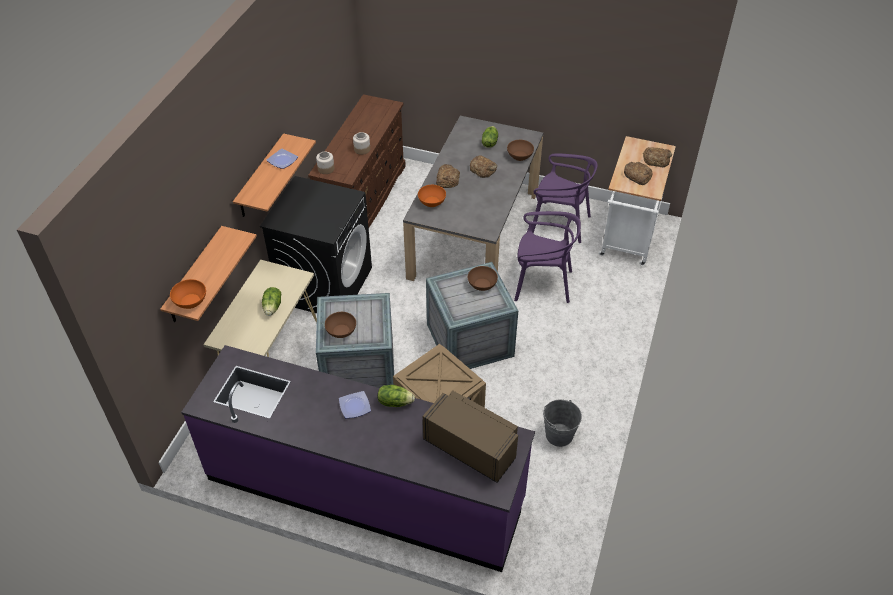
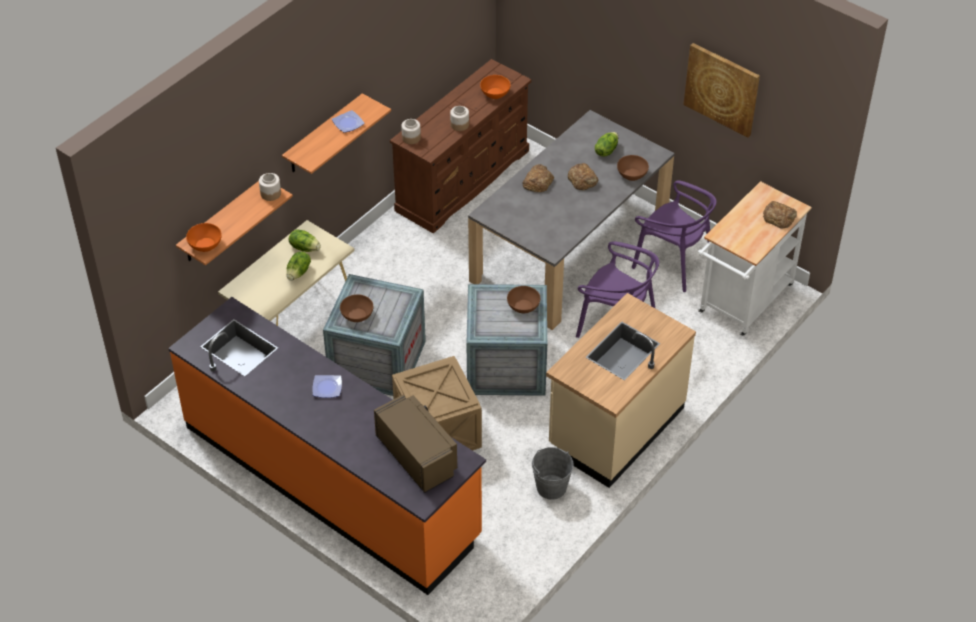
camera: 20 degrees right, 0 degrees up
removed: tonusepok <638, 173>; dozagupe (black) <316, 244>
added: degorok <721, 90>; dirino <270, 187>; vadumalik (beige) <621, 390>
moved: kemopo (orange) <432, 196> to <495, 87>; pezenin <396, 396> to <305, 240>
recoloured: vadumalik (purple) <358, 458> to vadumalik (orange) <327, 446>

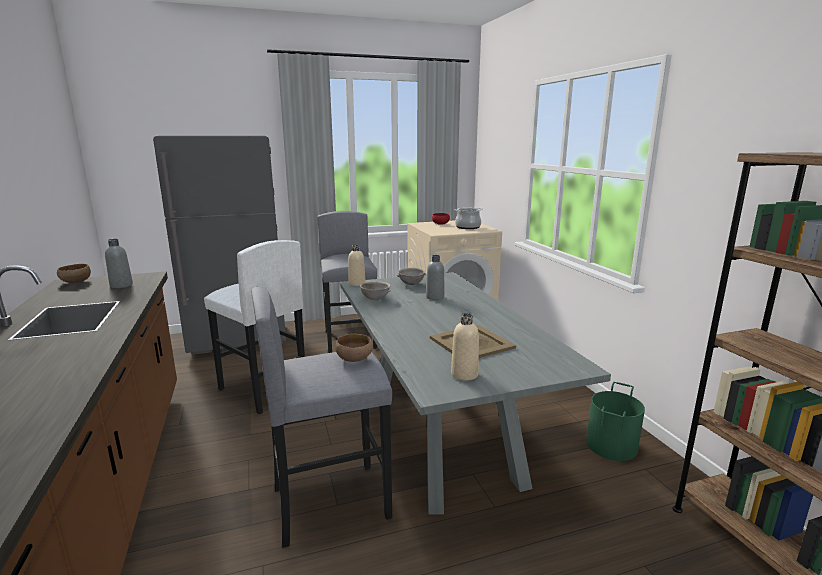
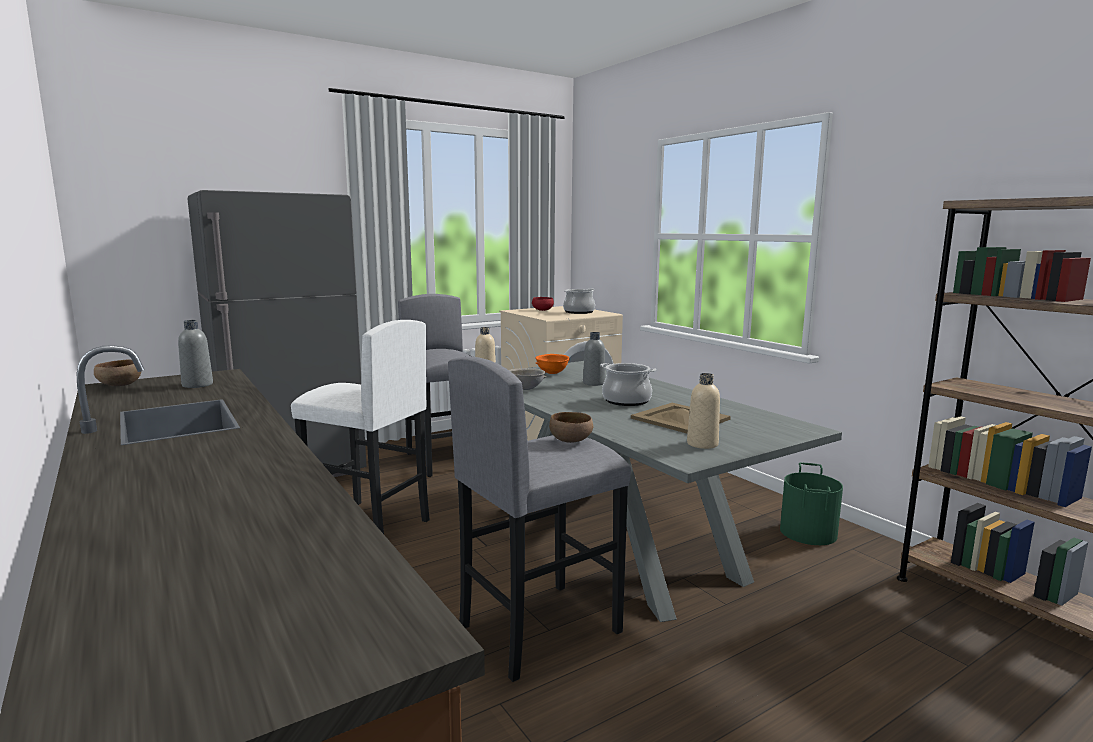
camera: 15 degrees left, 5 degrees down
added: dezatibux <628, 384>
recoloured: kemopo (grey) <411, 276> to kemopo (orange) <552, 364>

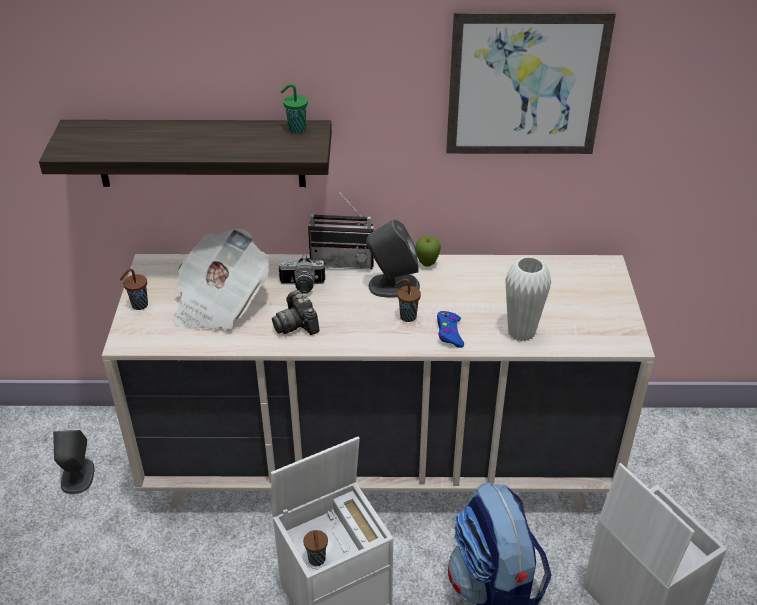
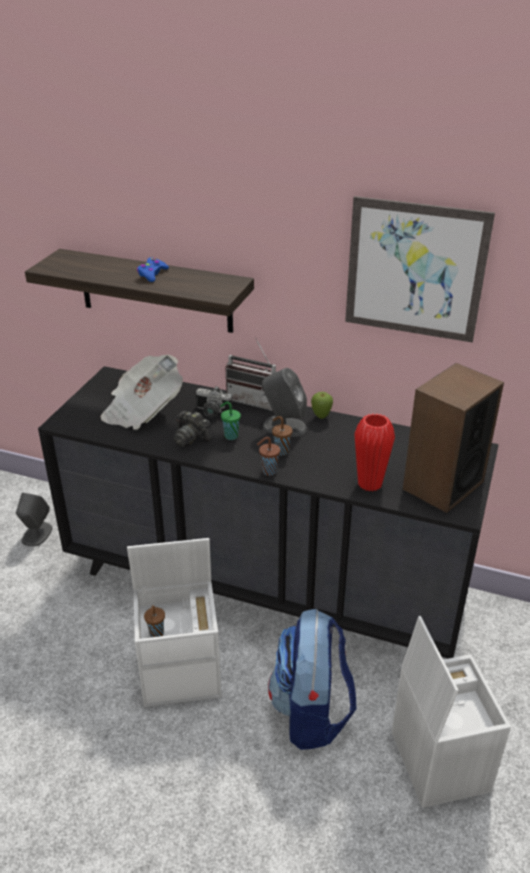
camera: 20 degrees right, 5 degrees down
added: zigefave <453, 438>
moved: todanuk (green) <294, 108> to <230, 421>; todanuk (brown) <134, 289> to <268, 456>; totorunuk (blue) <450, 329> to <153, 269>
recoloured: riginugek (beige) <378, 381> to riginugek (black) <268, 512>; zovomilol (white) <528, 299> to zovomilol (red) <374, 452>
turned: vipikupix <296, 312> = <193, 429> 45 degrees counterclockwise

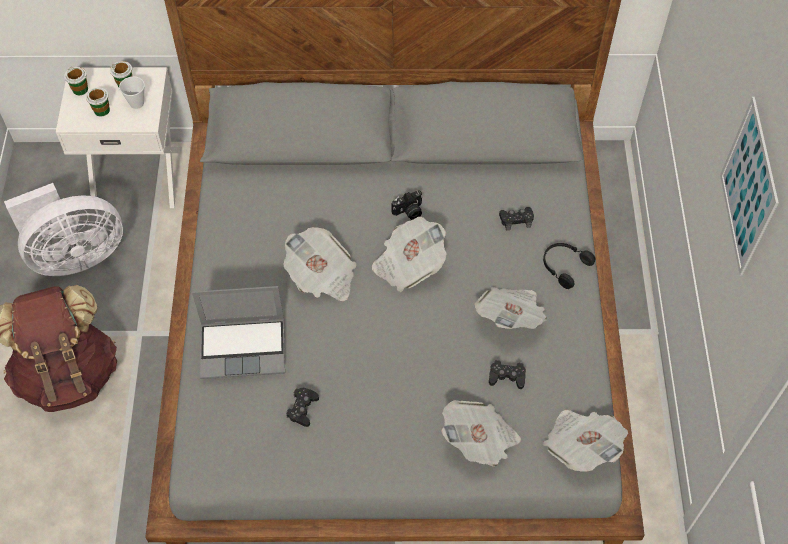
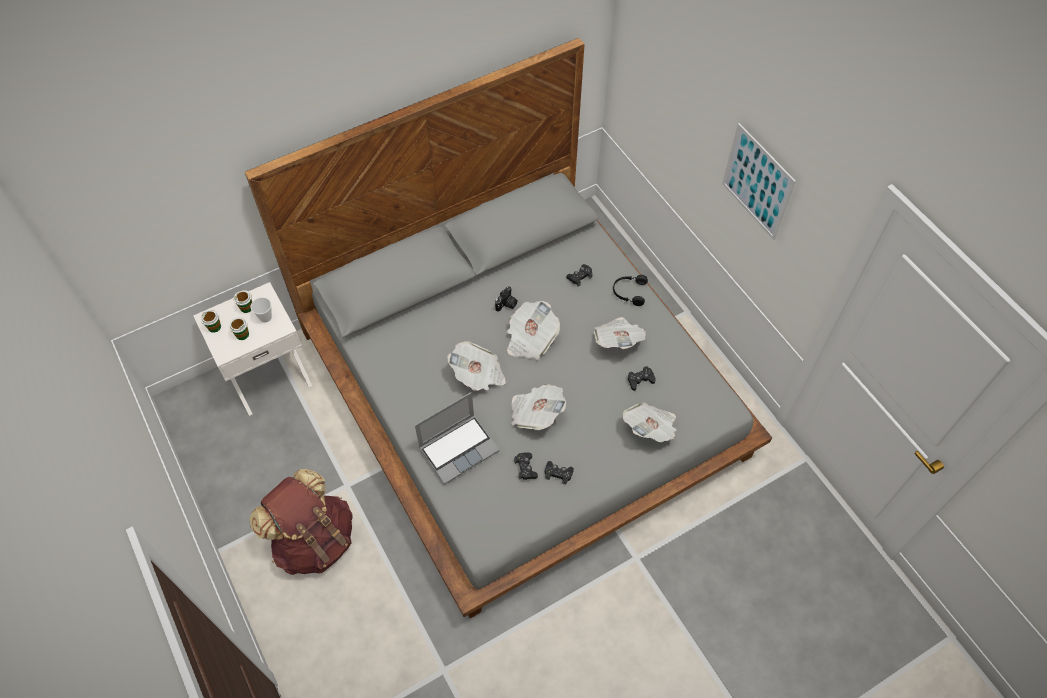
camera: 30 degrees left, 0 degrees up
removed: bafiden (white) <63, 229>
added: totorunuk (black) <559, 473>
moved: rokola <585, 441> to <539, 407>

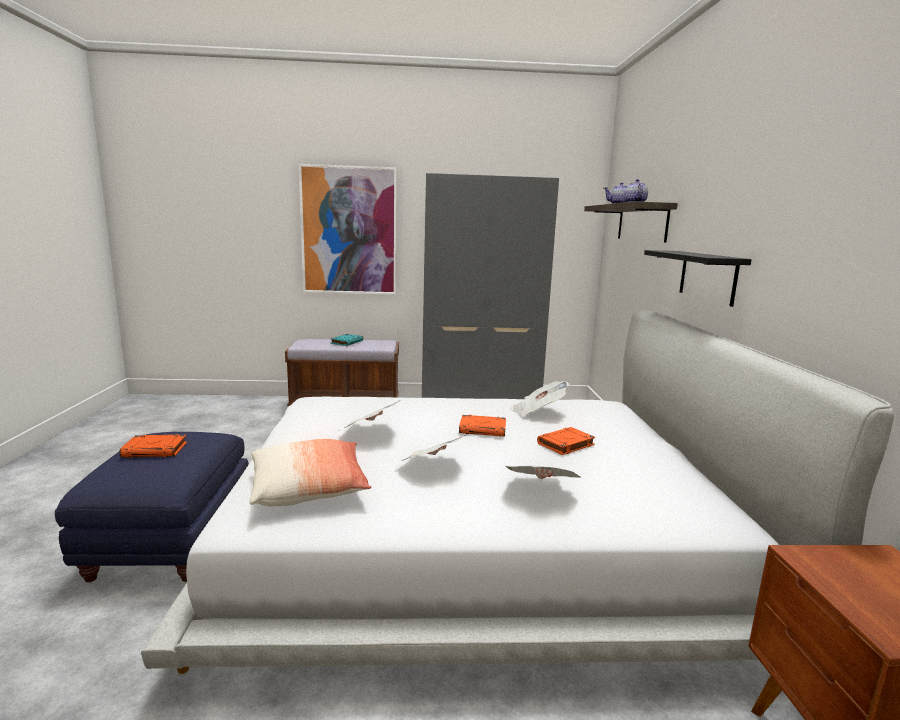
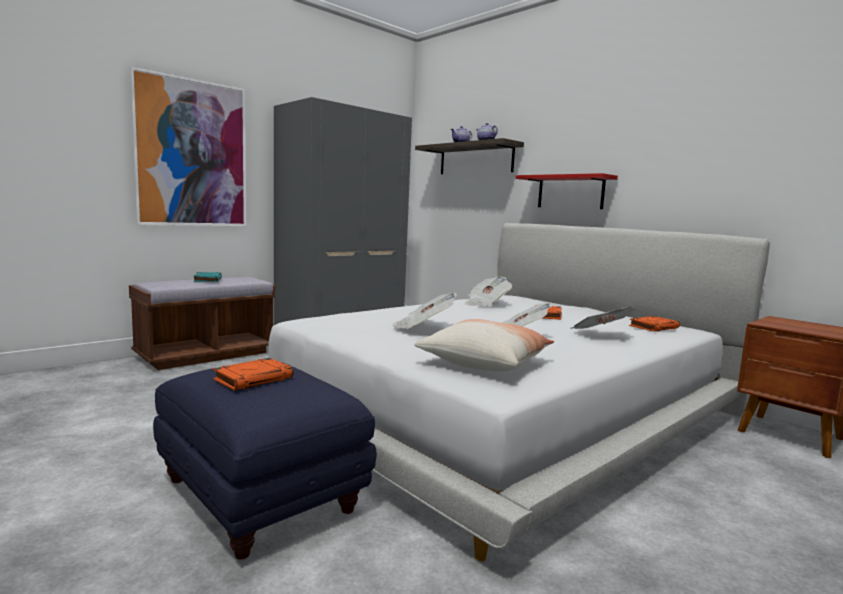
camera: 40 degrees left, 5 degrees down
moved: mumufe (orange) <482, 426> to <654, 324>
recoloured: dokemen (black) <698, 278> to dokemen (red) <567, 191>

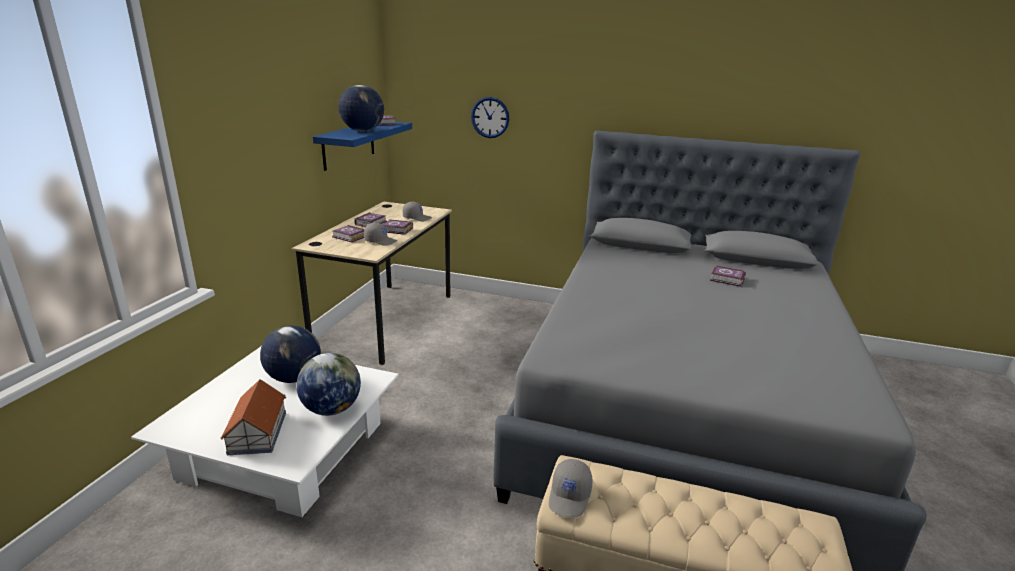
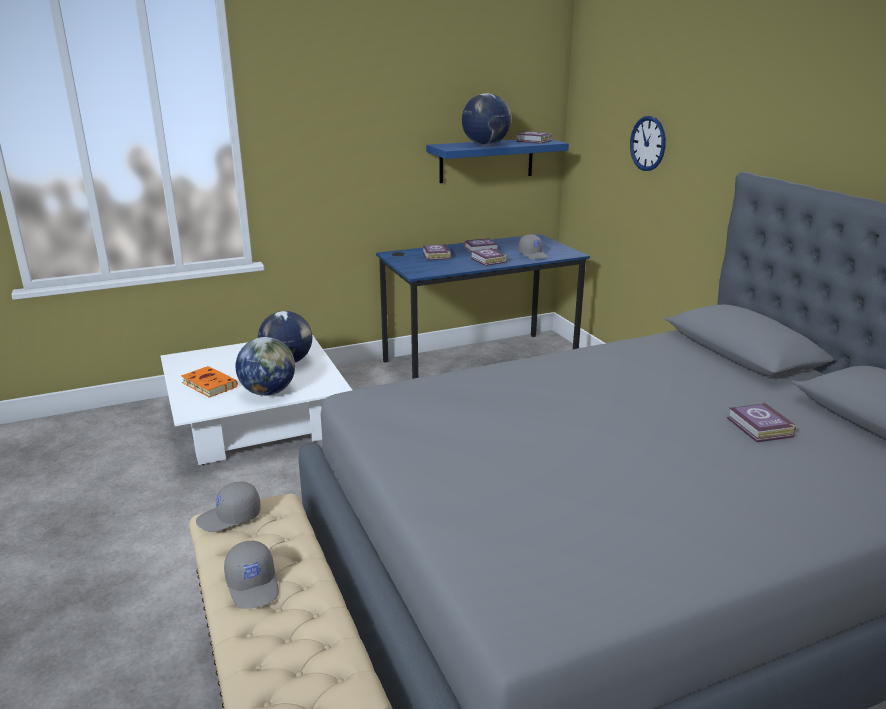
camera: 50 degrees right, 0 degrees up
moved: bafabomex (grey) <380, 234> to <251, 574>
replaced: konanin <253, 417> to mumufe (orange) <209, 382>
recoloured: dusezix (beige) <372, 283> to dusezix (blue) <483, 306>

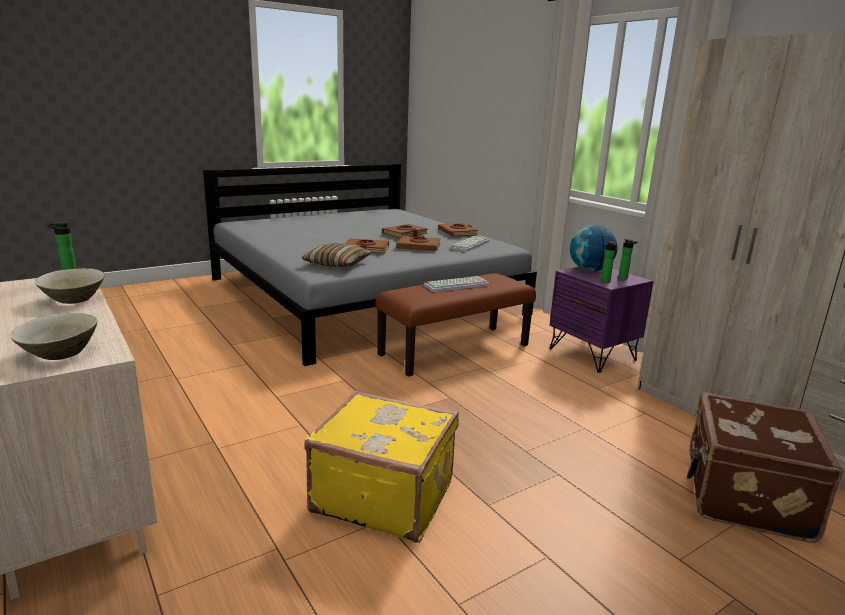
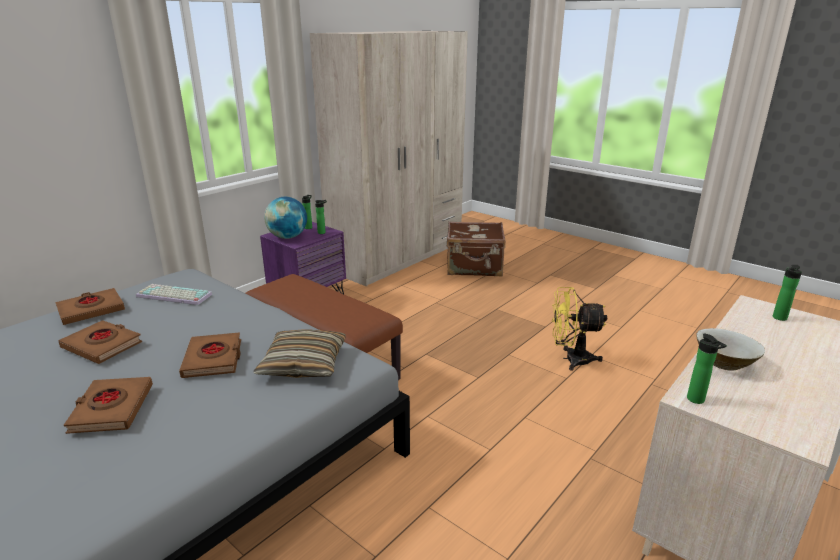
camera: 105 degrees left, 5 degrees up
removed: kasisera <457, 284>
moved: mumufe (brown) <418, 243> to <108, 405>
replaced: kemopo (beige) <54, 336> to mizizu <787, 293>; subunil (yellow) <381, 467> to bafiden (yellow) <579, 329>

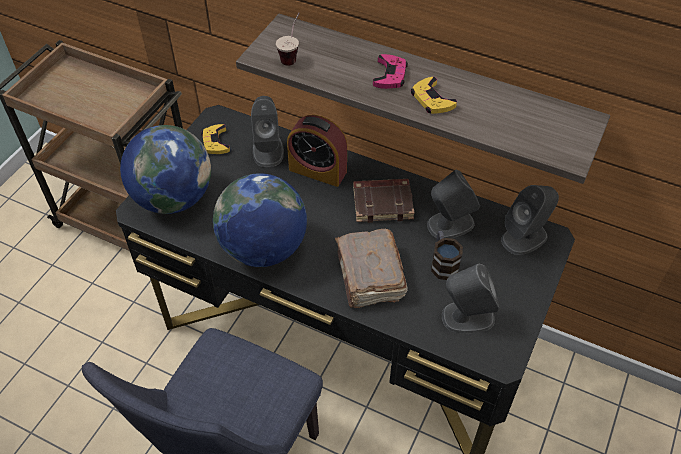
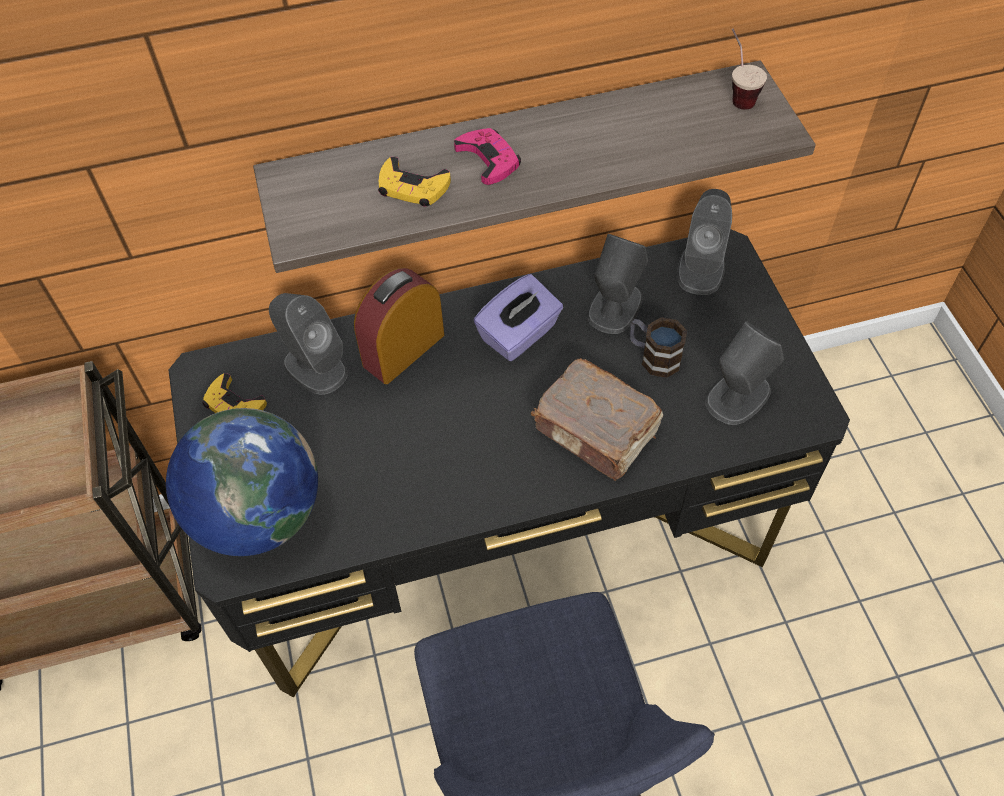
camera: 40 degrees left, 5 degrees up
removed: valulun <260, 220>
moved: todanuk <288, 39> to <749, 69>; totorunuk (yellow) <434, 95> to <414, 181>
replaced: mumufe (brown) <384, 201> to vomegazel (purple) <518, 317>
turned: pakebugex <317, 151> = <399, 326> 150 degrees clockwise

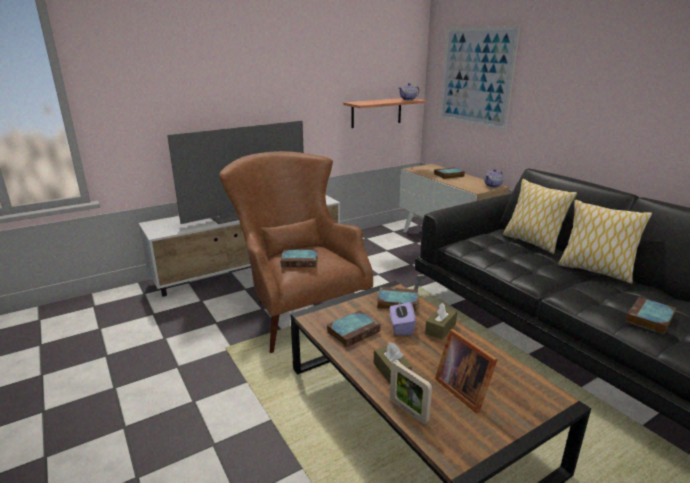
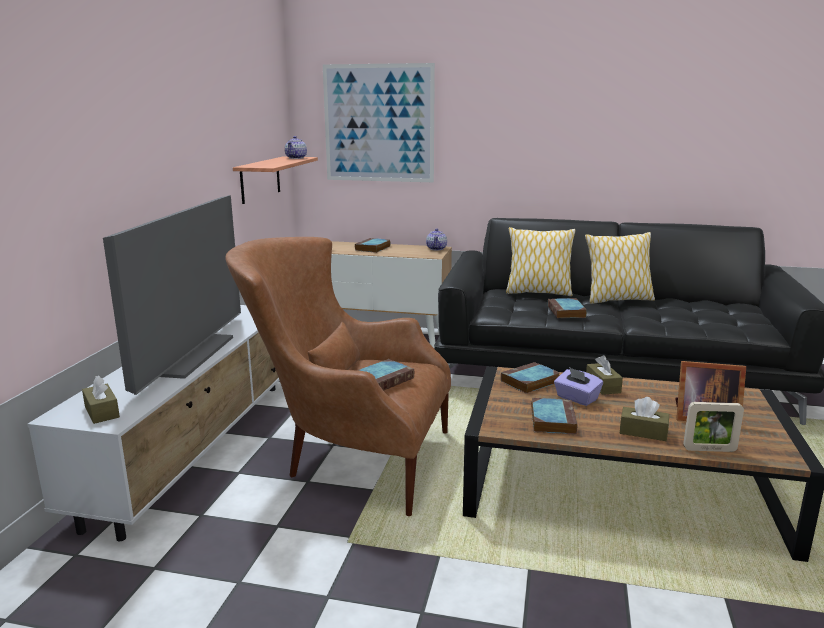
camera: 45 degrees left, 5 degrees down
added: vomegazel (brown) <101, 399>
moved: mumufe <651, 315> to <567, 308>

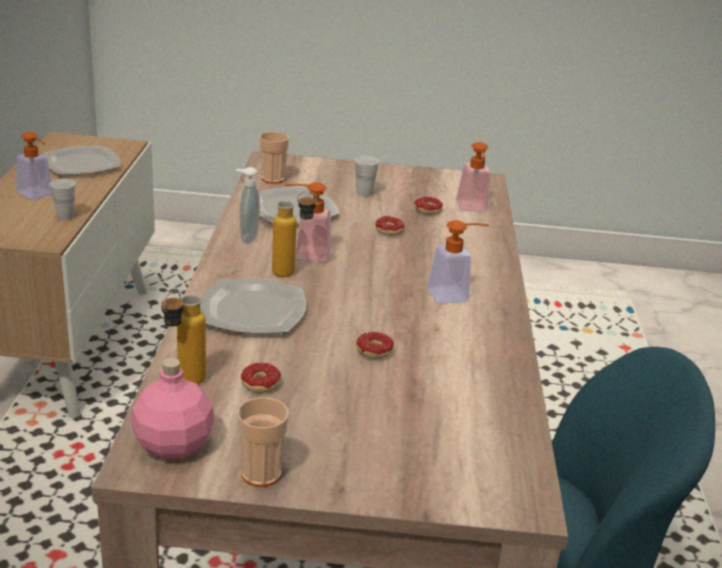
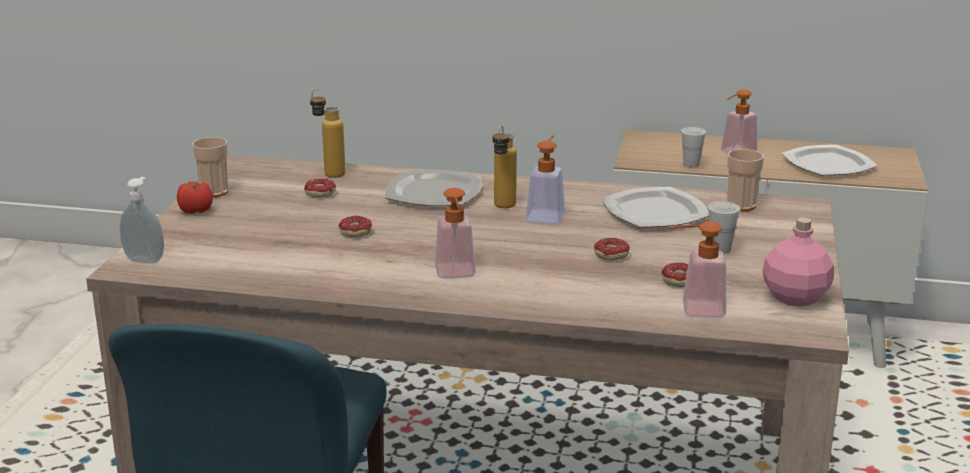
camera: 100 degrees right, 5 degrees down
added: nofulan <195, 197>
moved: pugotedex <248, 205> to <142, 220>; mizizu (pink) <172, 408> to <798, 262>

